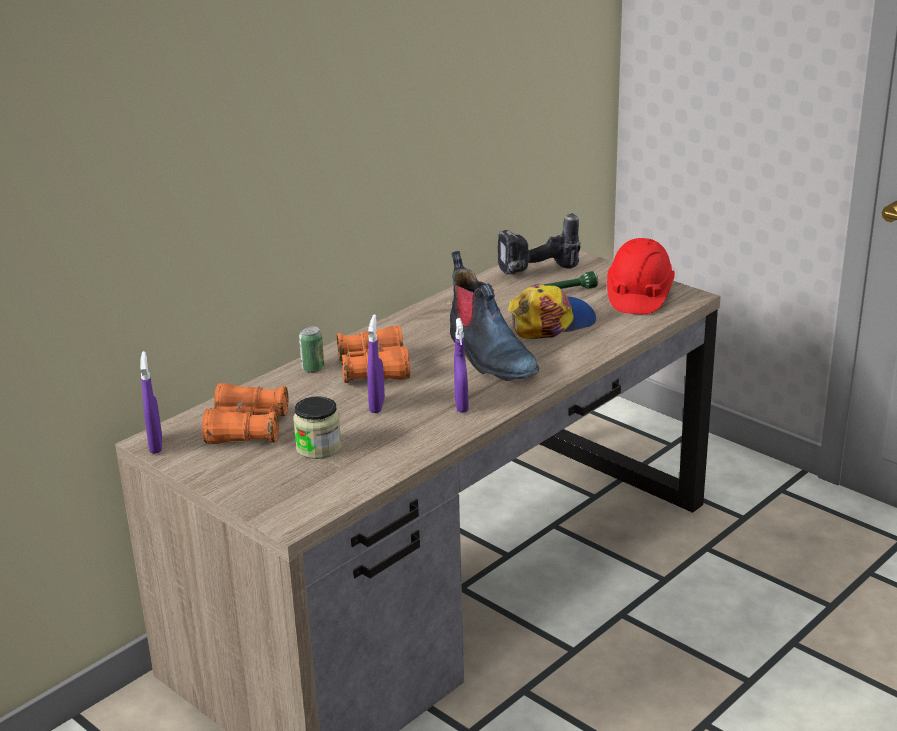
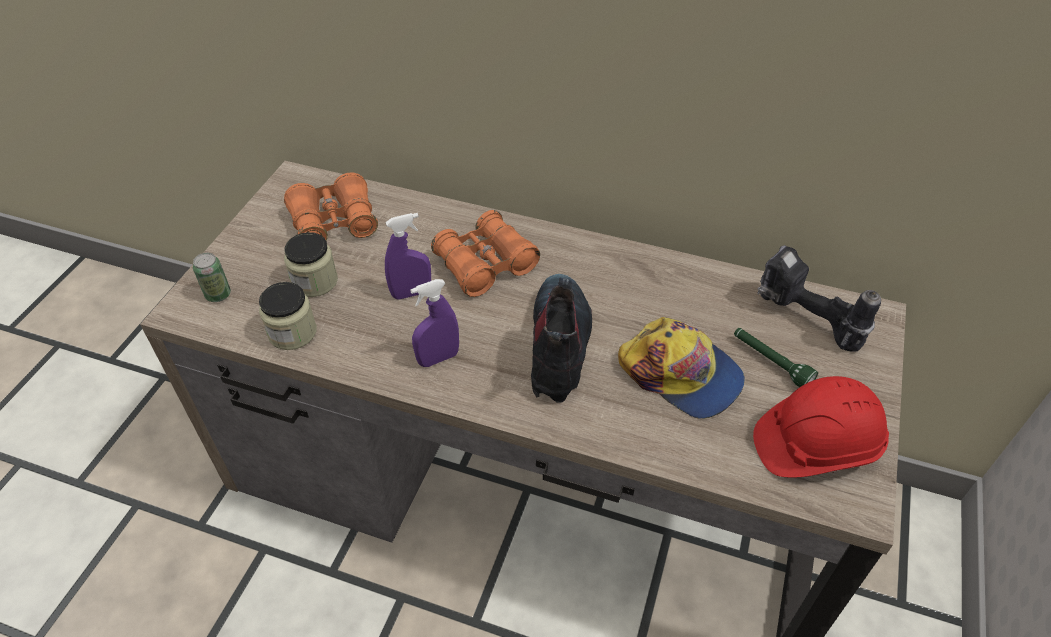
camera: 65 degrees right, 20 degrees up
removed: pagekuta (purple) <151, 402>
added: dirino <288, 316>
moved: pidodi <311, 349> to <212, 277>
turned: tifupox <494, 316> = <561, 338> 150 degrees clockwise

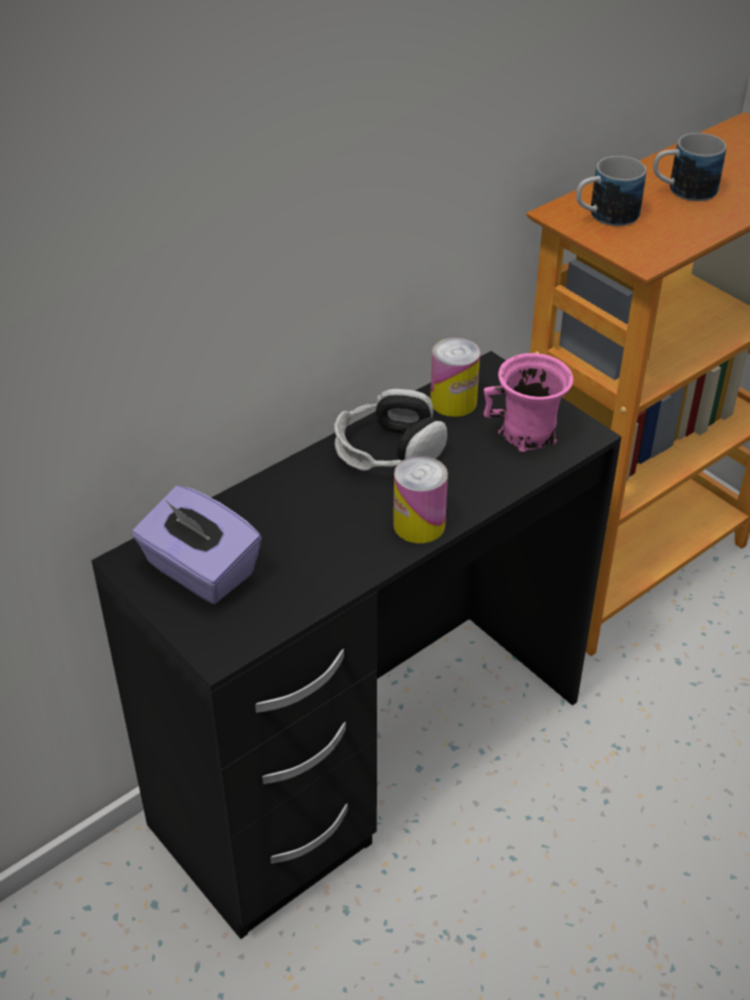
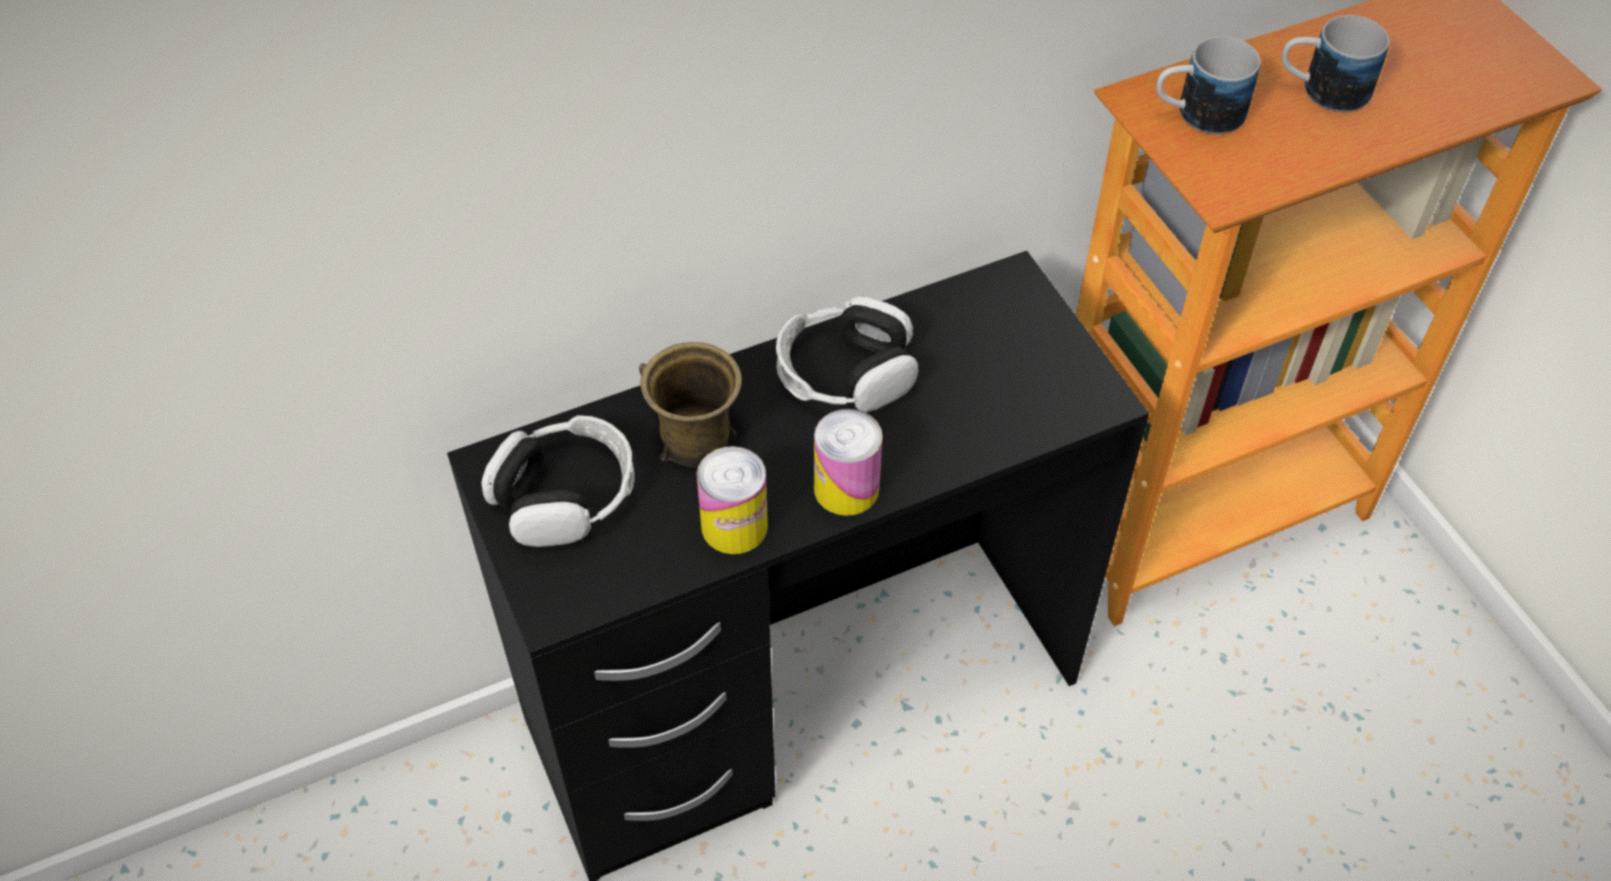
camera: 15 degrees right, 10 degrees up
removed: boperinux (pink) <528, 402>
added: boperinux (brown) <690, 404>
moved: pidodi <455, 377> to <732, 500>
replaced: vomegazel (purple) <197, 545> to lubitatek <558, 481>

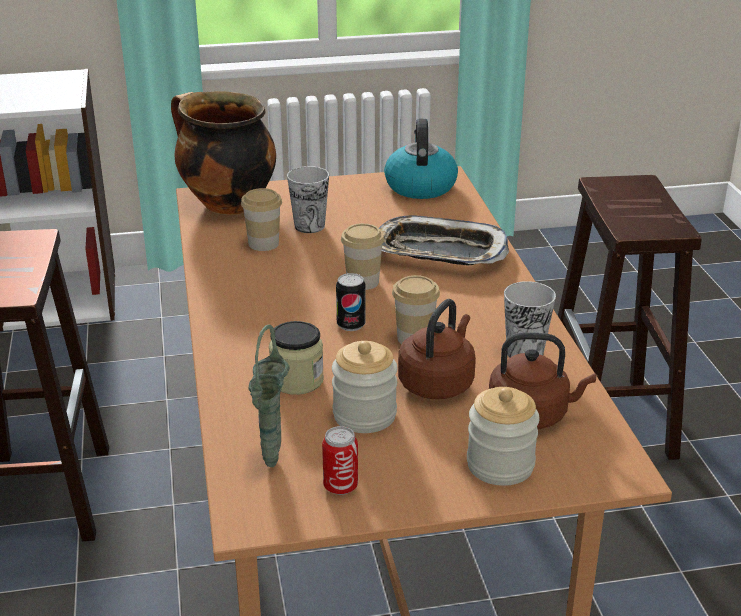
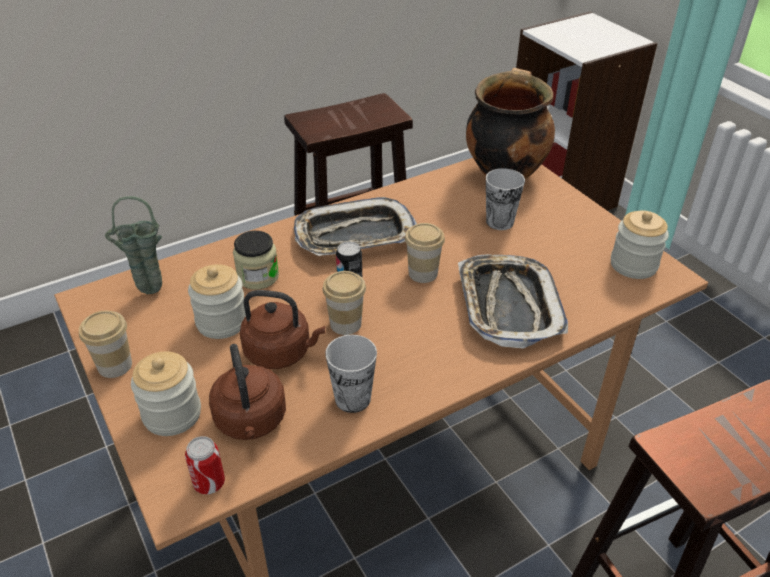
camera: 70 degrees right, 10 degrees up
added: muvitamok <355, 226>
moved: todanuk <261, 219> to <105, 344>; pidodi <340, 460> to <205, 465>
replaced: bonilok <421, 159> to dirino <640, 245>

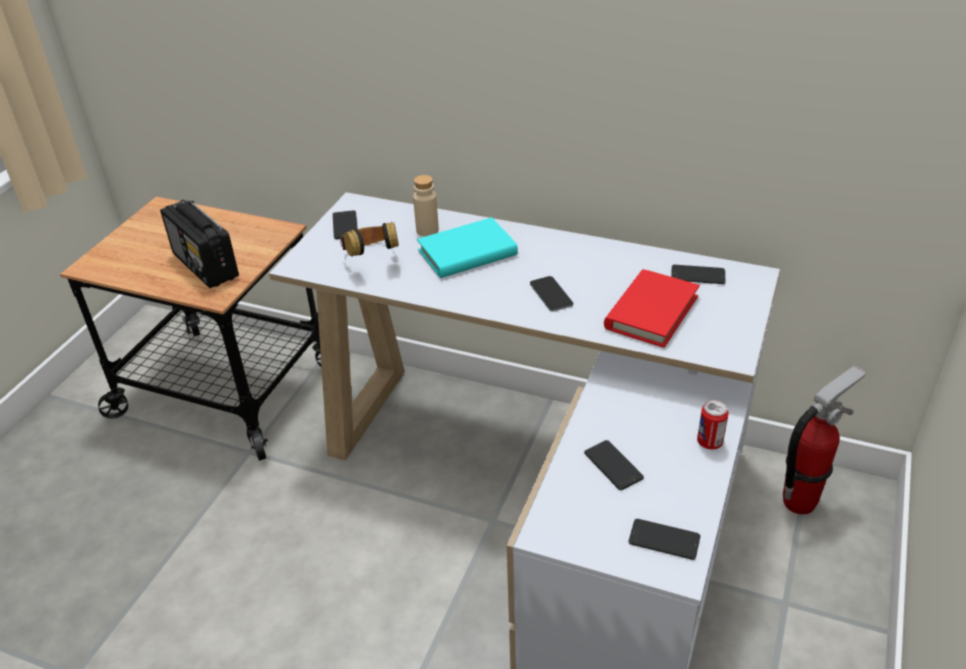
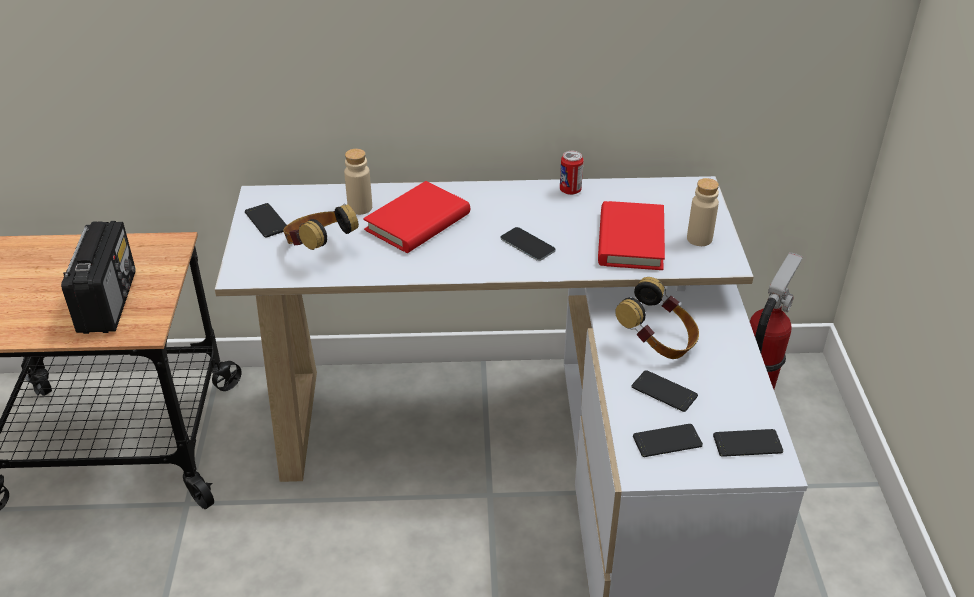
camera: 25 degrees left, 0 degrees up
added: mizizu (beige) <703, 212>; lubitatek <657, 318>
moved: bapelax <698, 274> to <668, 440>; pidodi <713, 424> to <572, 173>
recoloured: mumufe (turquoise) <467, 247> to mumufe (red) <416, 217>
turned: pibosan <199, 244> = <98, 277> 120 degrees counterclockwise

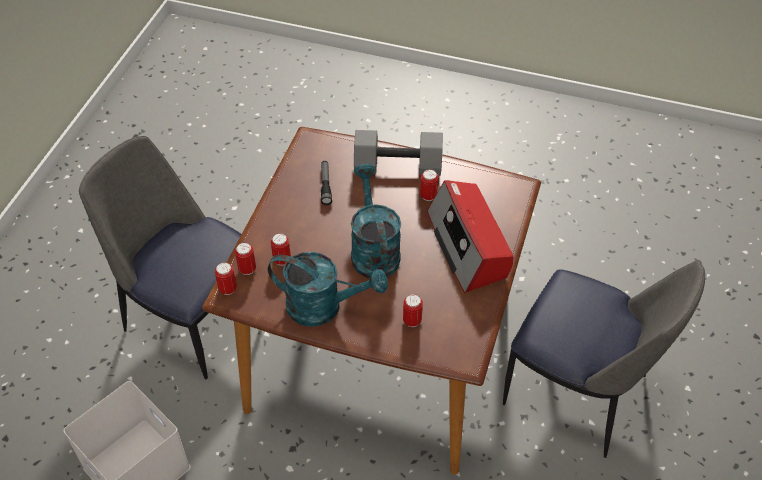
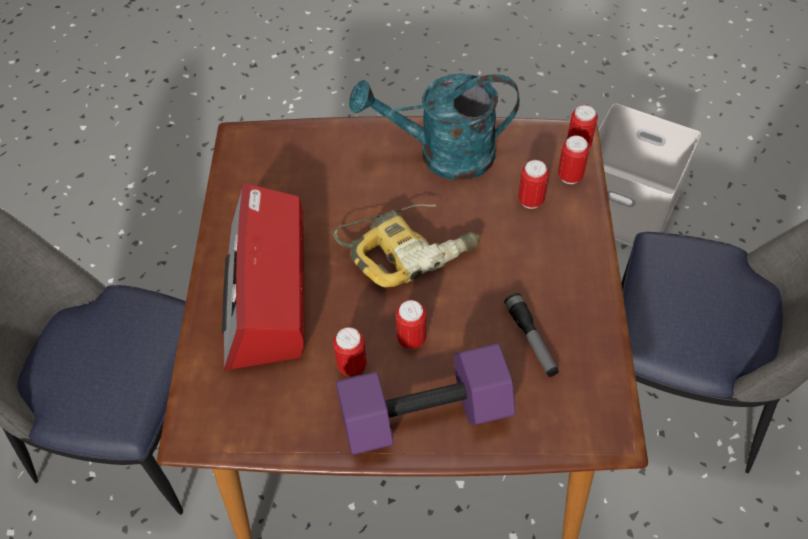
camera: 165 degrees right, 5 degrees up
moved: pidodi <413, 310> to <411, 324>
replaced: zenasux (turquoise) <376, 221> to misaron <407, 246>
recoloured: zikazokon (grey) <398, 153> to zikazokon (purple) <426, 399>
turned: pibosan <470, 236> = <263, 277> 150 degrees counterclockwise

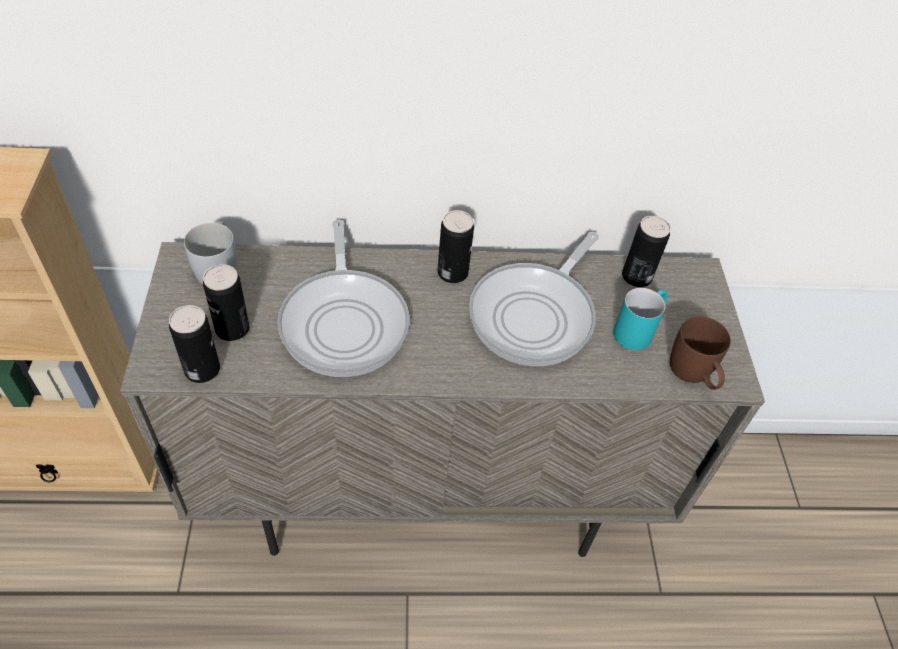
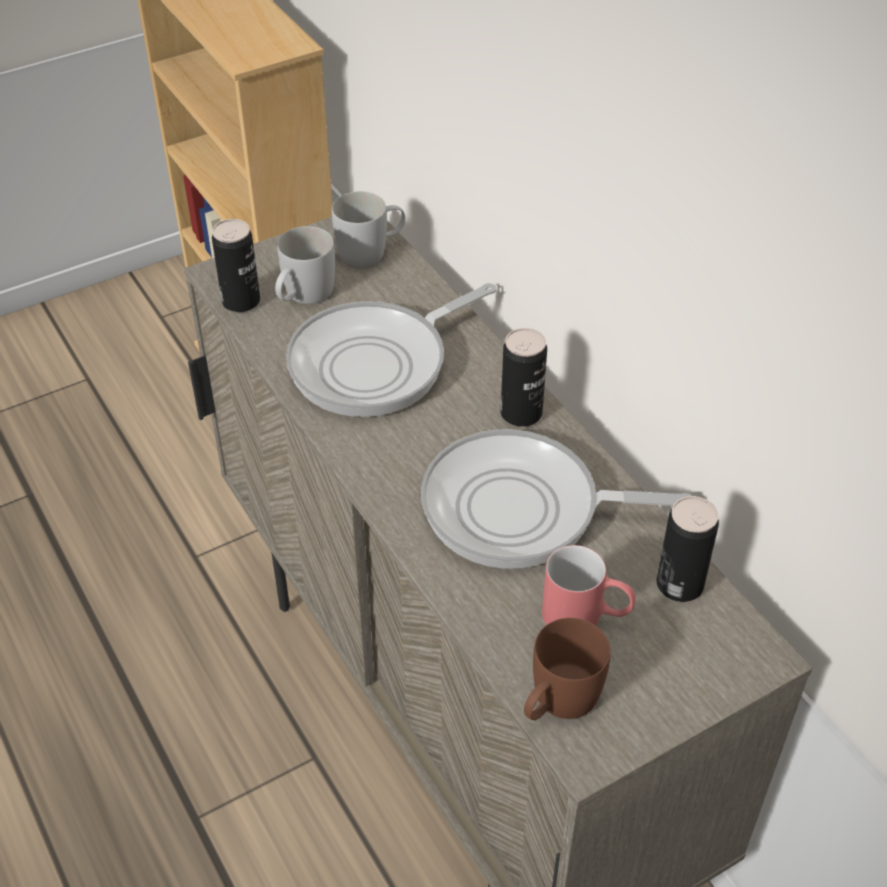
camera: 65 degrees right, 5 degrees down
replaced: pidodi <226, 302> to boperinux (white) <305, 265>
recoloured: boperinux (turquoise) <640, 319> to boperinux (red) <589, 585>

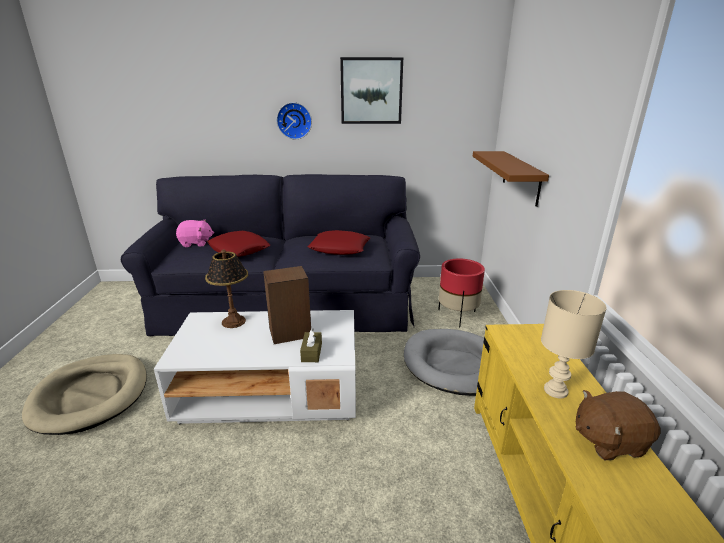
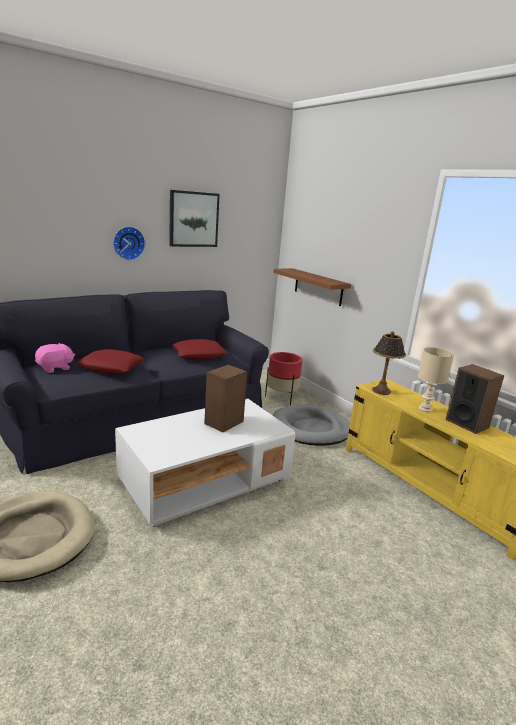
camera: 35 degrees left, 5 degrees down
removed: vomegazel (brown) <311, 345>
moved: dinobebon <226, 288> to <389, 363>
replaced: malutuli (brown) <618, 425> to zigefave <475, 399>

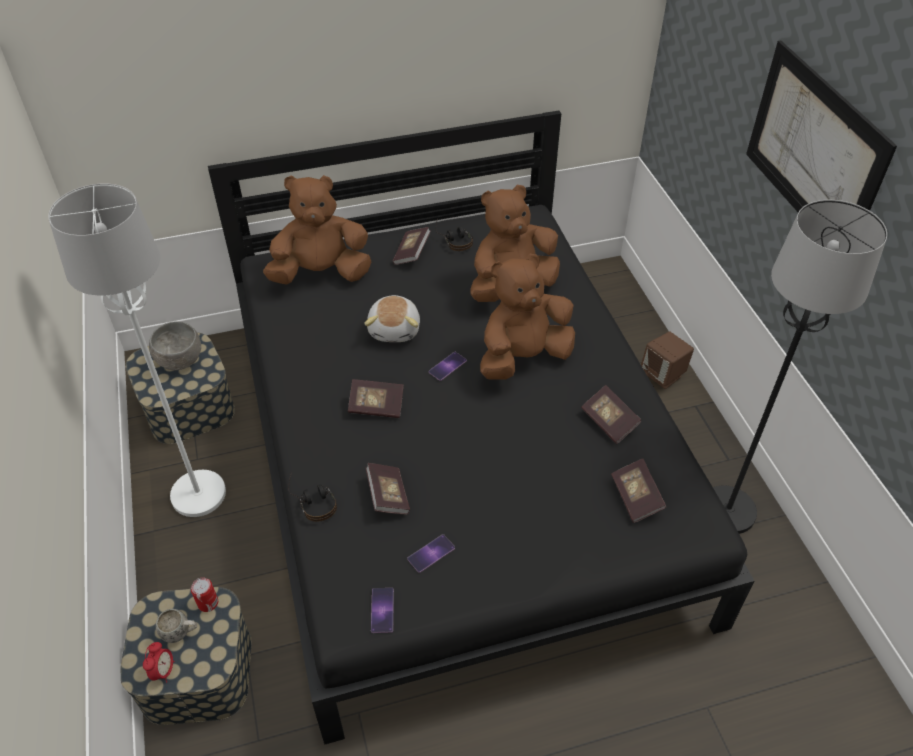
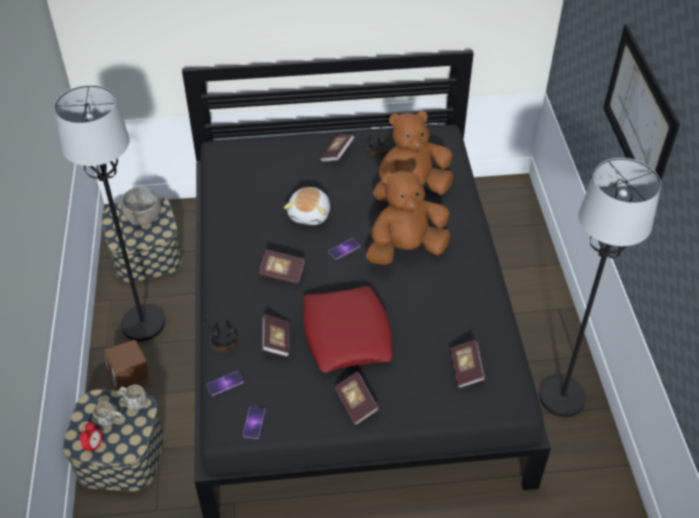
camera: 10 degrees right, 0 degrees up
removed: malutuli (brown) <317, 229>
added: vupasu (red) <347, 329>
moved: zigefave (brown) <667, 360> to <126, 365>; mumufe <611, 414> to <356, 398>; bapelax <431, 553> to <225, 383>
replaced: pidodi <204, 595> to boperinux (white) <133, 398>
recoloured: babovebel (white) <137, 350> to babovebel (black) <109, 213>

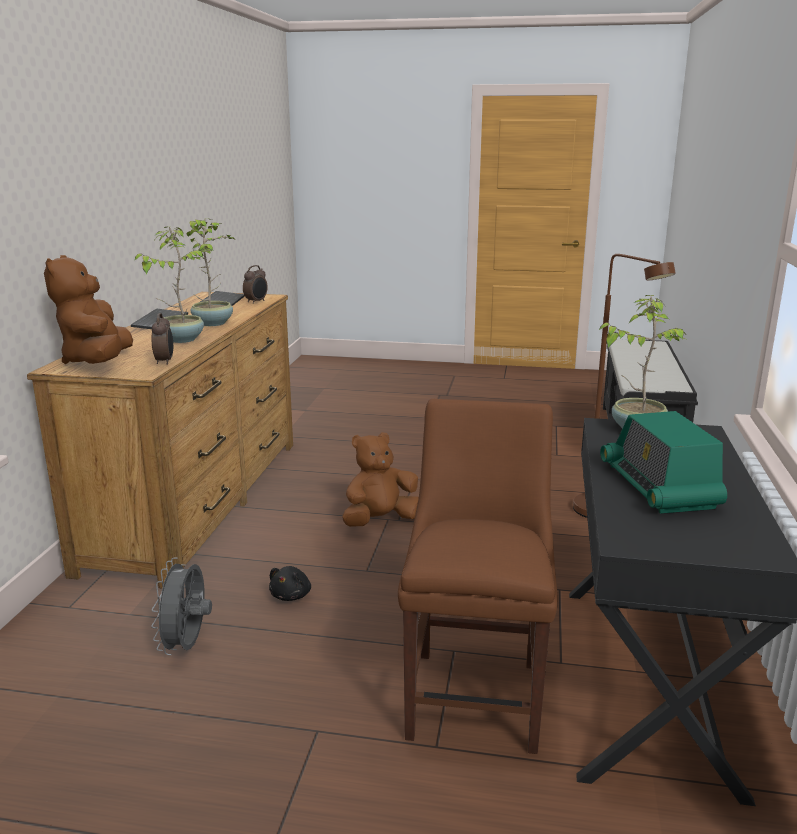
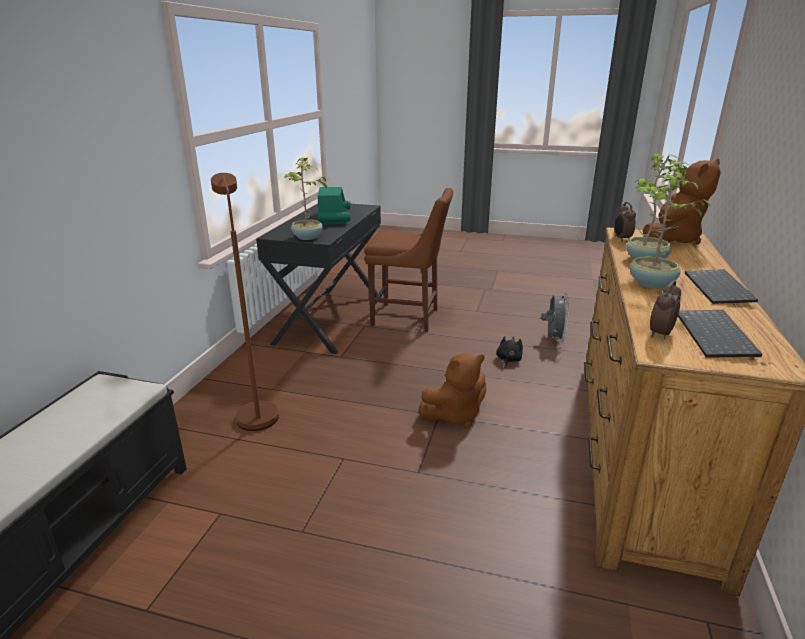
camera: 175 degrees left, 5 degrees up
turned: malutuli (brown) <88, 309> = <682, 202> 45 degrees clockwise; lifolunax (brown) <478, 576> = <408, 260> 90 degrees counterclockwise

